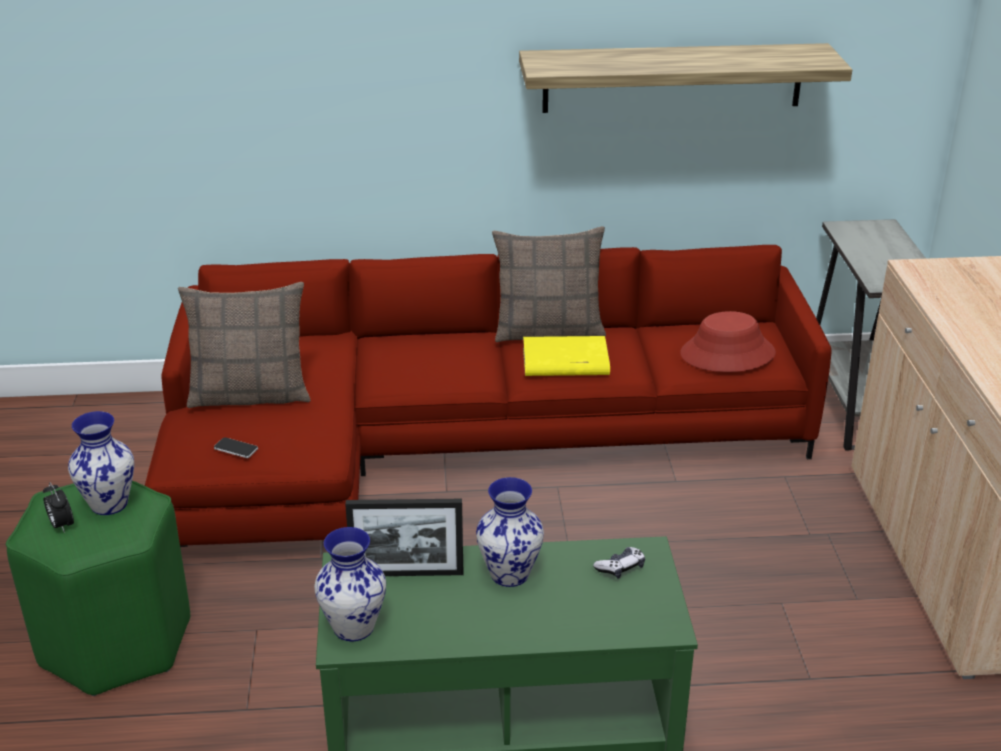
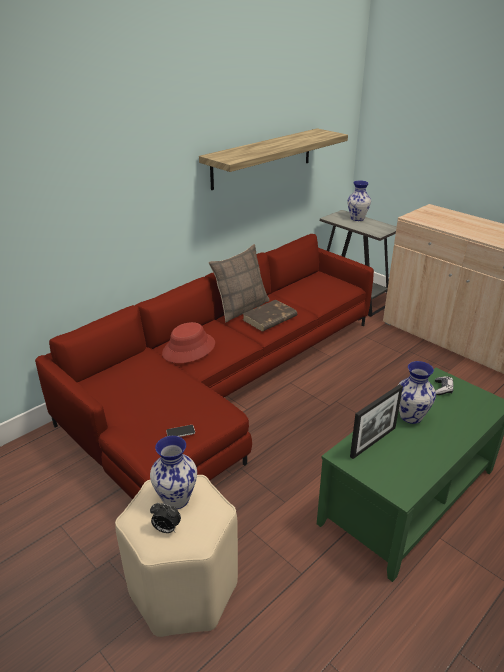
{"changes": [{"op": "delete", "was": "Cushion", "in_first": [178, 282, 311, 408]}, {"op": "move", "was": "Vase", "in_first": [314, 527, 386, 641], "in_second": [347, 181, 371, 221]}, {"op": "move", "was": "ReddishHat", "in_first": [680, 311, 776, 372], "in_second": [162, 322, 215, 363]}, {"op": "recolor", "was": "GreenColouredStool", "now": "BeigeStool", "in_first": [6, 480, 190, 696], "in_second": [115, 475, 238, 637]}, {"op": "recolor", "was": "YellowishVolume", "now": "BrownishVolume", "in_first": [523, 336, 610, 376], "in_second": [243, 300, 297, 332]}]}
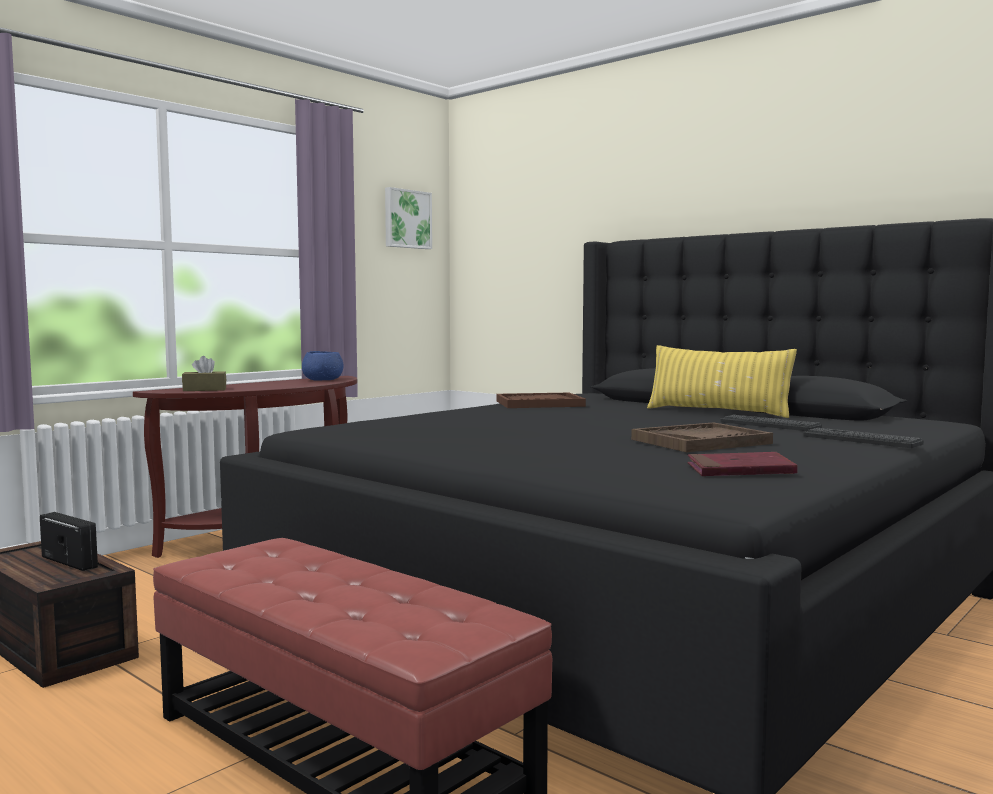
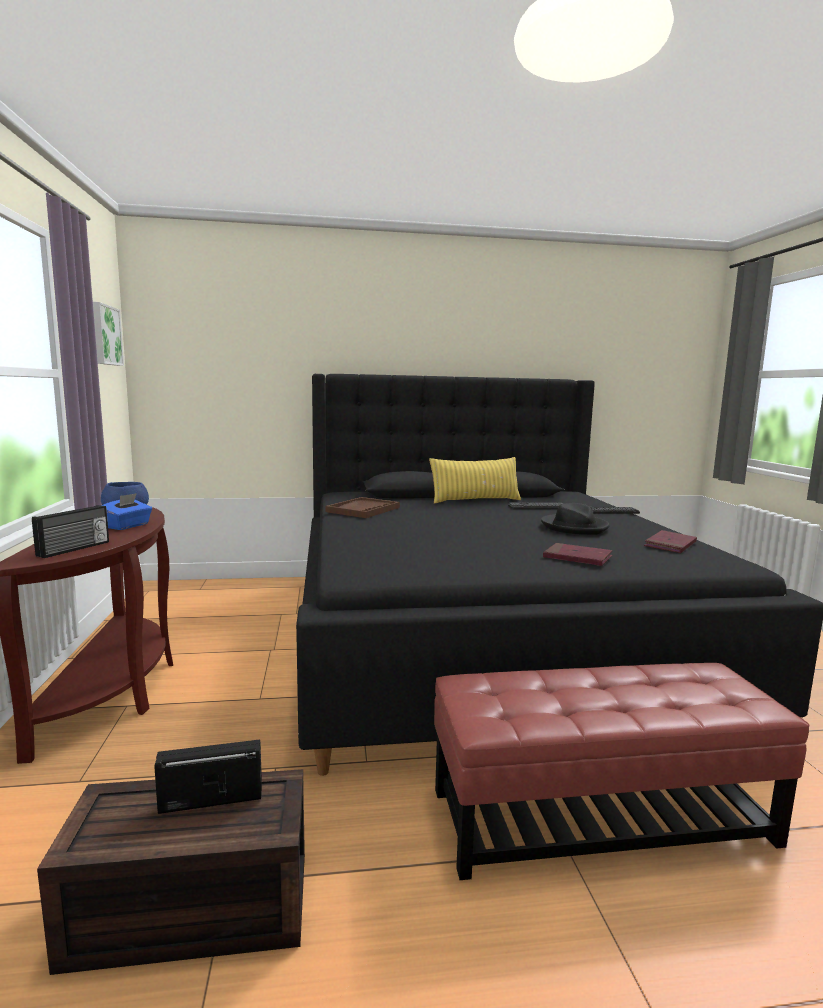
{"changes": [{"op": "insert", "now": "BlueColouredTissueBox", "in_second": [102, 493, 152, 530]}, {"op": "insert", "now": "ReddishVolume", "in_second": [543, 543, 613, 566]}, {"op": "replace", "was": "BrownishTissueBox", "now": "Radio", "in_first": [182, 356, 226, 391], "in_second": [32, 505, 109, 558]}, {"op": "replace", "was": "BrownishServingTray", "now": "BlackishHat", "in_first": [631, 422, 773, 452], "in_second": [541, 503, 610, 535]}]}
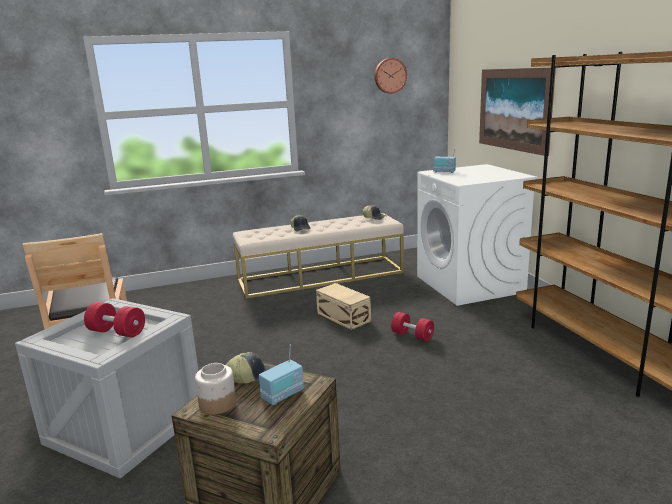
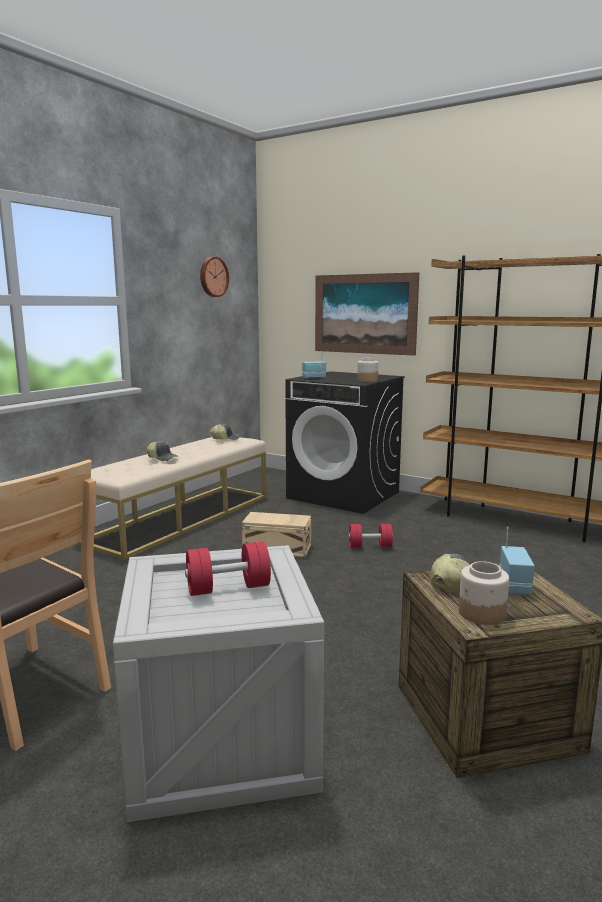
{"changes": [{"op": "insert", "now": "PreserveJar", "in_second": [357, 358, 378, 382]}, {"op": "recolor", "was": "WhiteColouredLaundryAppliance", "now": "BlackishLaundryAppliance", "in_first": [417, 164, 537, 306], "in_second": [285, 371, 405, 514]}]}
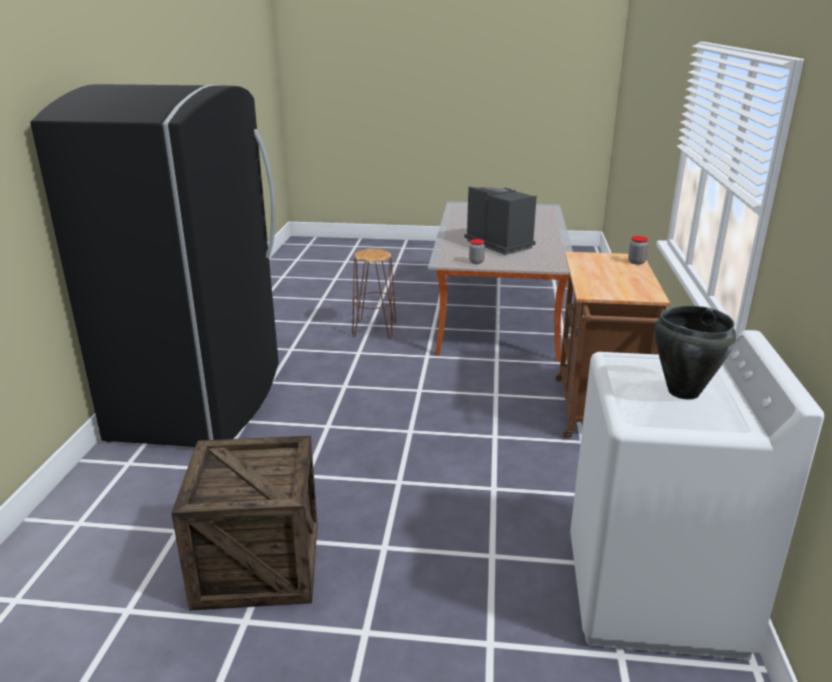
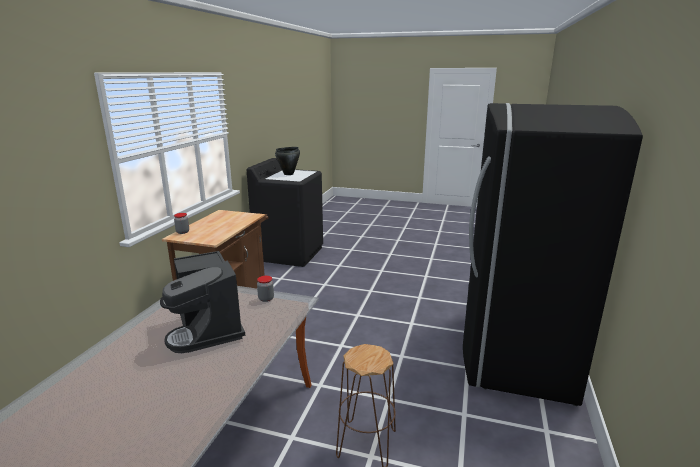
{"changes": [{"op": "delete", "was": "ShippingCrate", "in_first": [171, 436, 318, 611]}, {"op": "recolor", "was": "WhiteColouredLaundryAppliance", "now": "BlackishLaundryAppliance", "in_first": [570, 330, 824, 660], "in_second": [247, 158, 323, 267]}]}
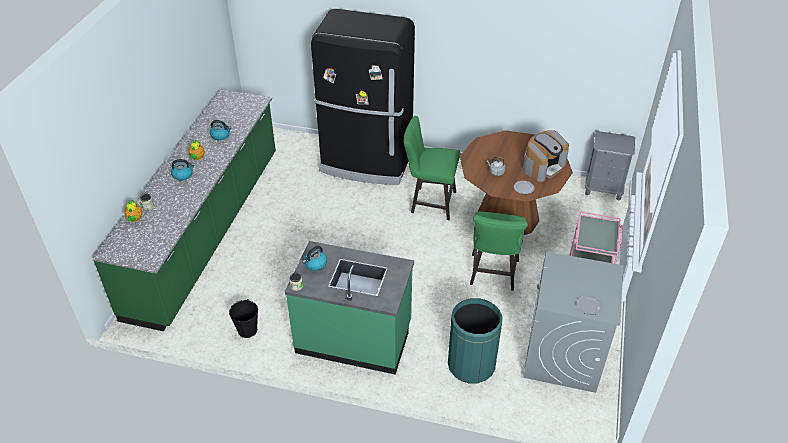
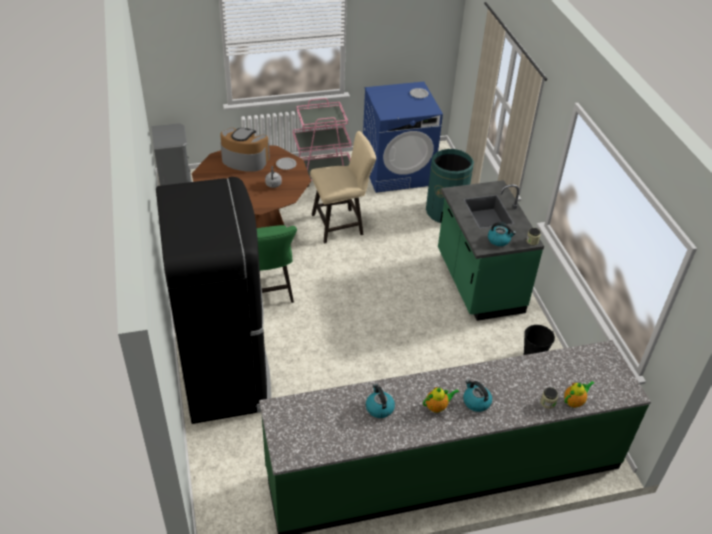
{"changes": [{"op": "recolor", "was": "GreenColouredStool", "now": "BeigeStool", "in_first": [470, 212, 528, 291], "in_second": [310, 131, 376, 244]}, {"op": "recolor", "was": "GrayLaundryAppliance", "now": "BlueColouredLaundryAppliance", "in_first": [523, 252, 623, 393], "in_second": [363, 82, 443, 193]}]}
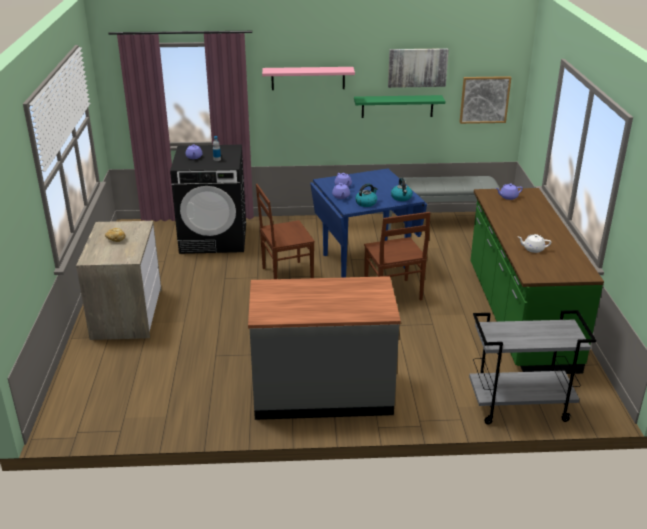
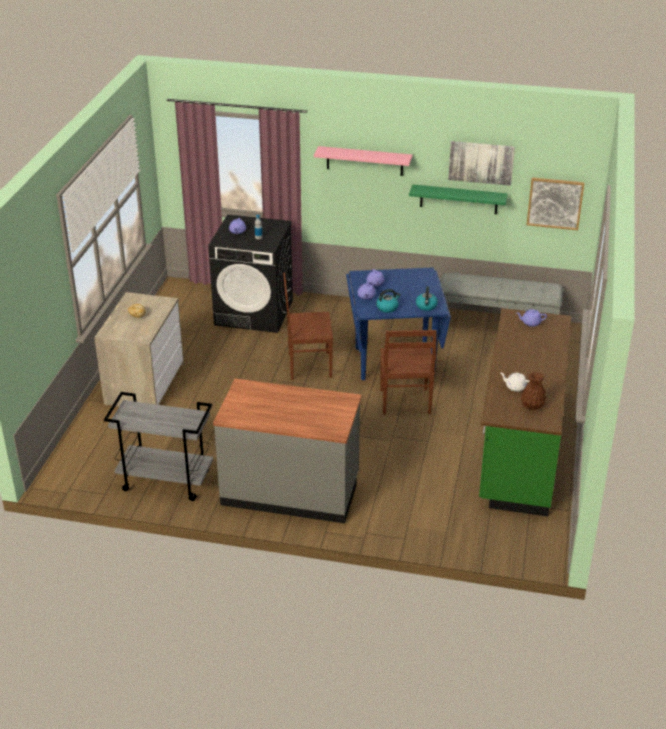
{"changes": [{"op": "insert", "now": "BrownishVase", "in_second": [521, 372, 546, 410]}, {"op": "move", "was": "GrayCart", "in_first": [469, 310, 596, 425], "in_second": [104, 392, 213, 501]}]}
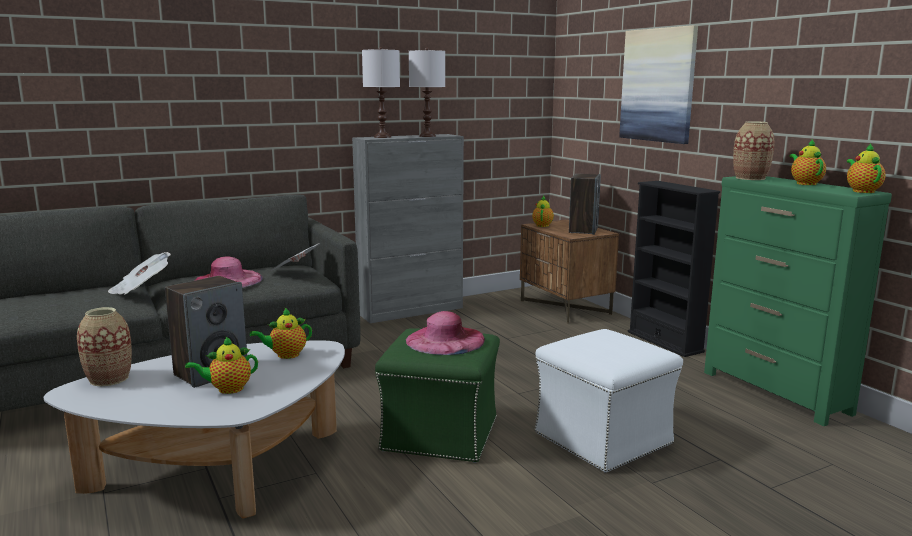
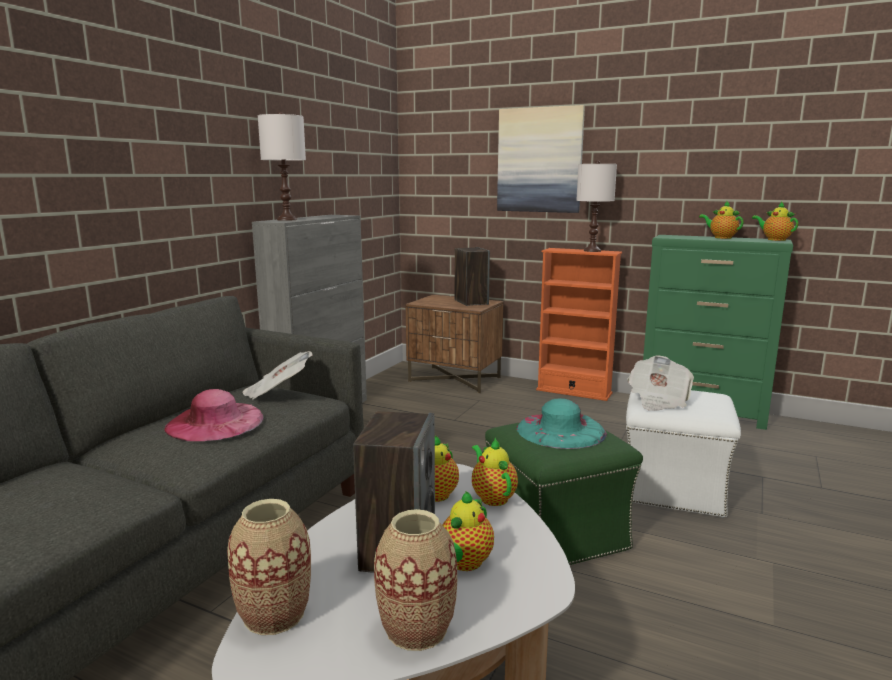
{"changes": [{"op": "move", "was": "Newspaper", "in_first": [108, 252, 171, 295], "in_second": [627, 355, 694, 411]}, {"op": "move", "was": "WhiteColouredTableLamp", "in_first": [409, 48, 445, 137], "in_second": [576, 160, 617, 252]}, {"op": "move", "was": "PotForTea", "in_first": [532, 196, 554, 227], "in_second": [472, 438, 518, 506]}, {"op": "move", "was": "Vase", "in_first": [733, 121, 775, 180], "in_second": [374, 509, 457, 651]}, {"op": "recolor", "was": "PinkColouredHat", "now": "TurquoiseColouredHat", "in_first": [406, 311, 485, 355], "in_second": [517, 398, 607, 449]}, {"op": "recolor", "was": "BlackishShelvingUnit", "now": "OrangeColouredShelvingUnit", "in_first": [628, 181, 720, 357], "in_second": [536, 248, 622, 401]}]}
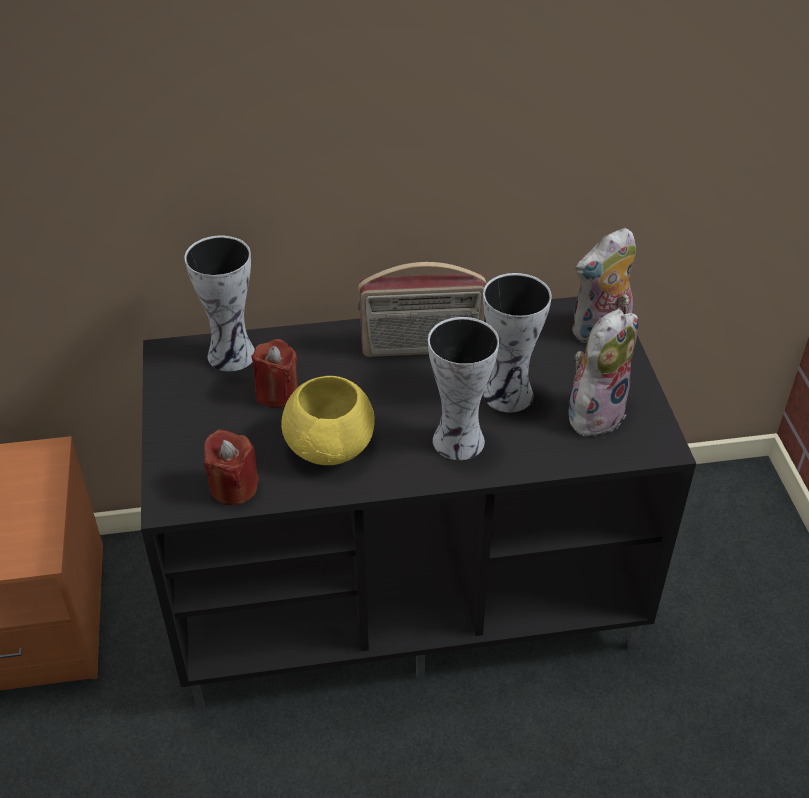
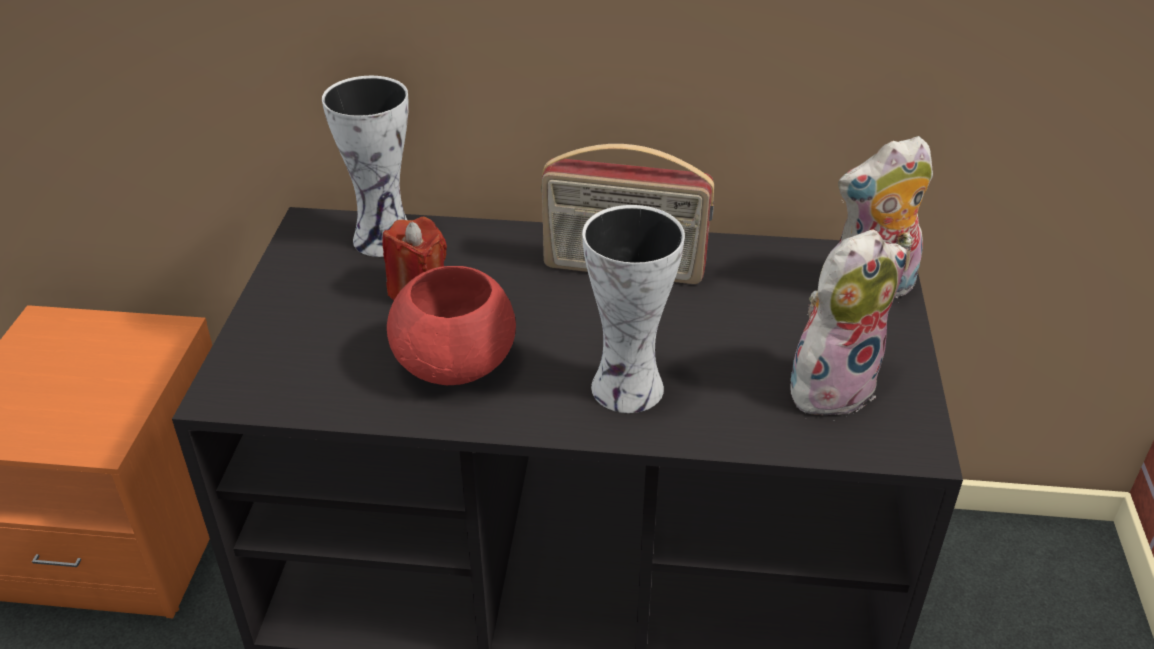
{"changes": [{"op": "delete", "was": "ReddishCandle", "in_first": [204, 429, 259, 505]}, {"op": "delete", "was": "Vase", "in_first": [483, 273, 552, 412]}, {"op": "recolor", "was": "YellowishBowl", "now": "ReddishBowl", "in_first": [281, 376, 375, 465], "in_second": [387, 266, 516, 385]}]}
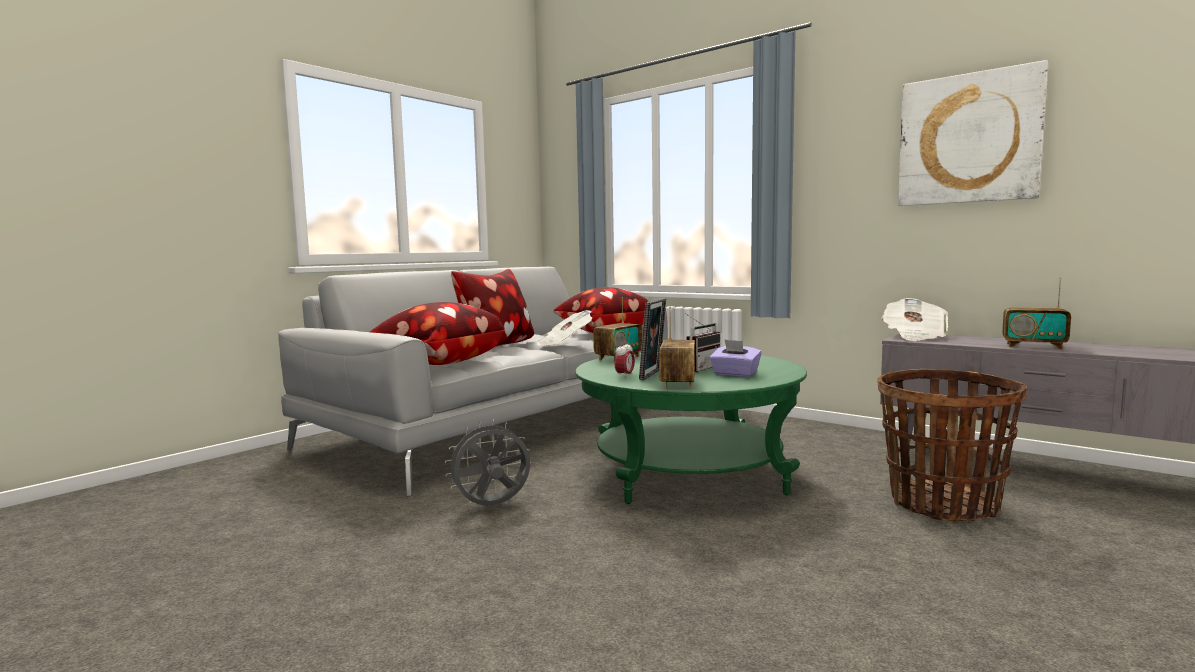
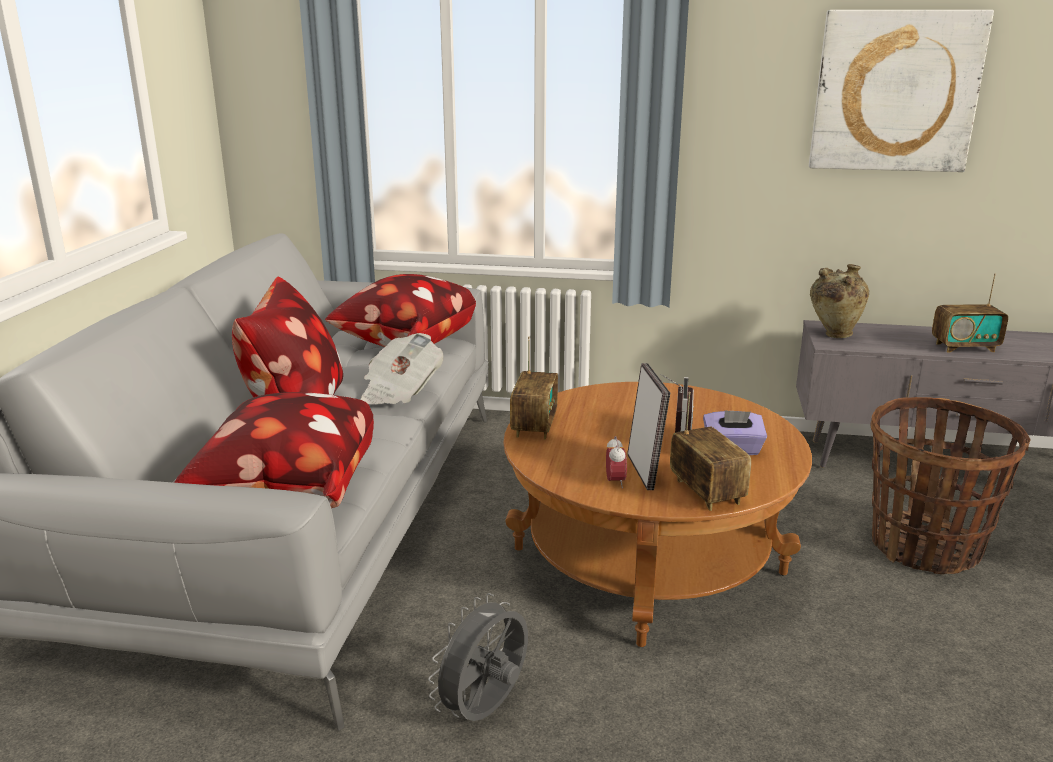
{"changes": [{"op": "replace", "was": "Newspaper", "now": "BeigeVase", "in_first": [882, 298, 948, 341], "in_second": [810, 264, 869, 338]}, {"op": "recolor", "was": "GreenColouredCoffeeTable", "now": "BrownishCoffeeTable", "in_first": [575, 352, 807, 504], "in_second": [504, 382, 812, 647]}]}
